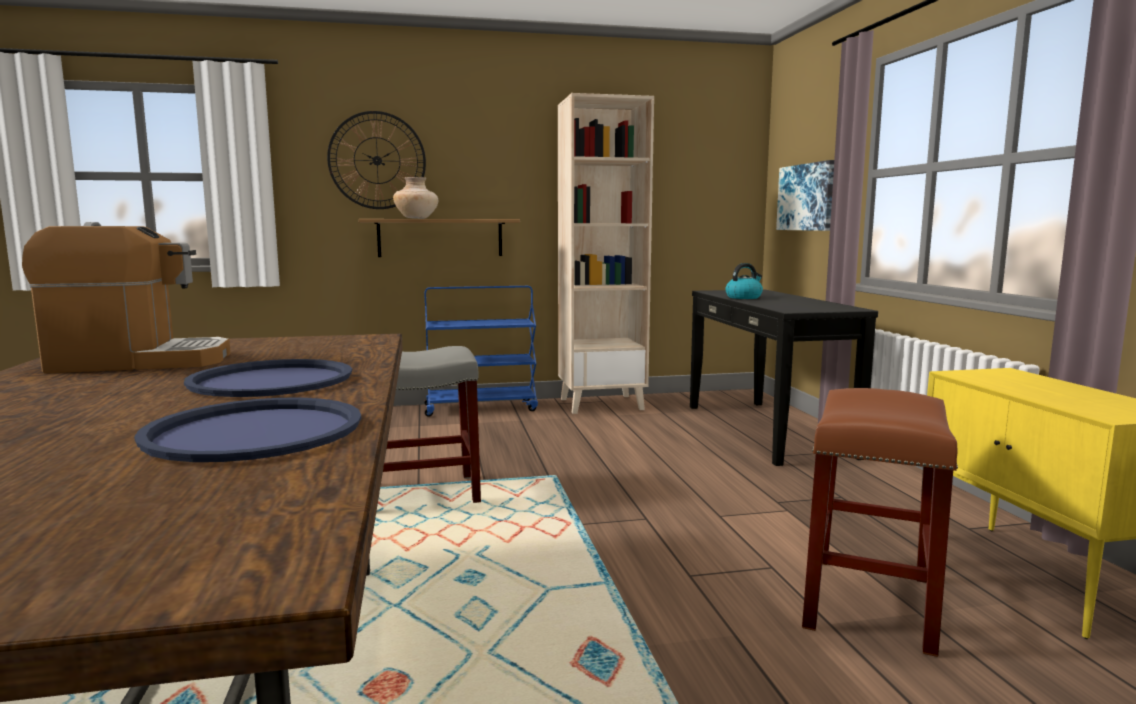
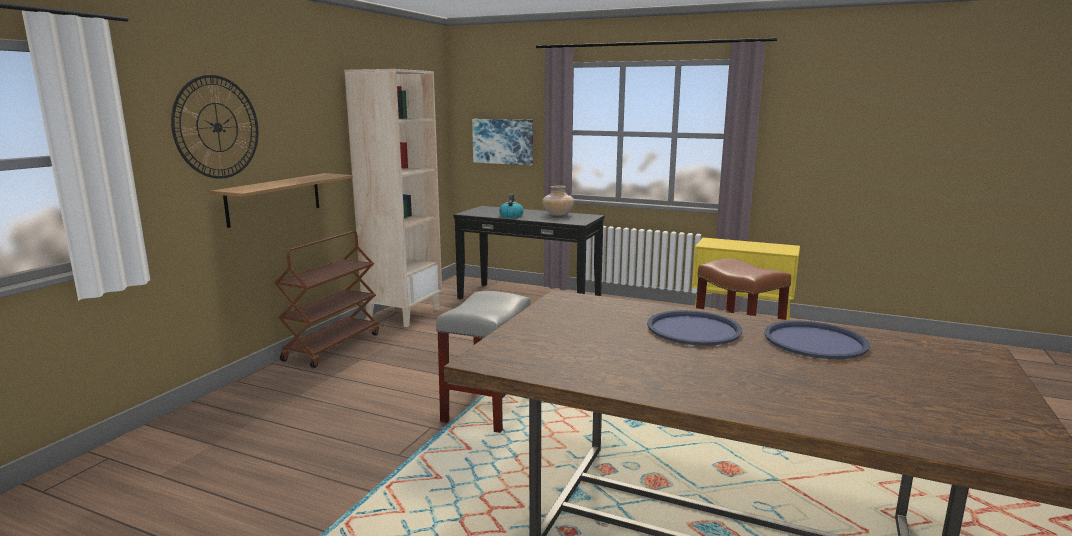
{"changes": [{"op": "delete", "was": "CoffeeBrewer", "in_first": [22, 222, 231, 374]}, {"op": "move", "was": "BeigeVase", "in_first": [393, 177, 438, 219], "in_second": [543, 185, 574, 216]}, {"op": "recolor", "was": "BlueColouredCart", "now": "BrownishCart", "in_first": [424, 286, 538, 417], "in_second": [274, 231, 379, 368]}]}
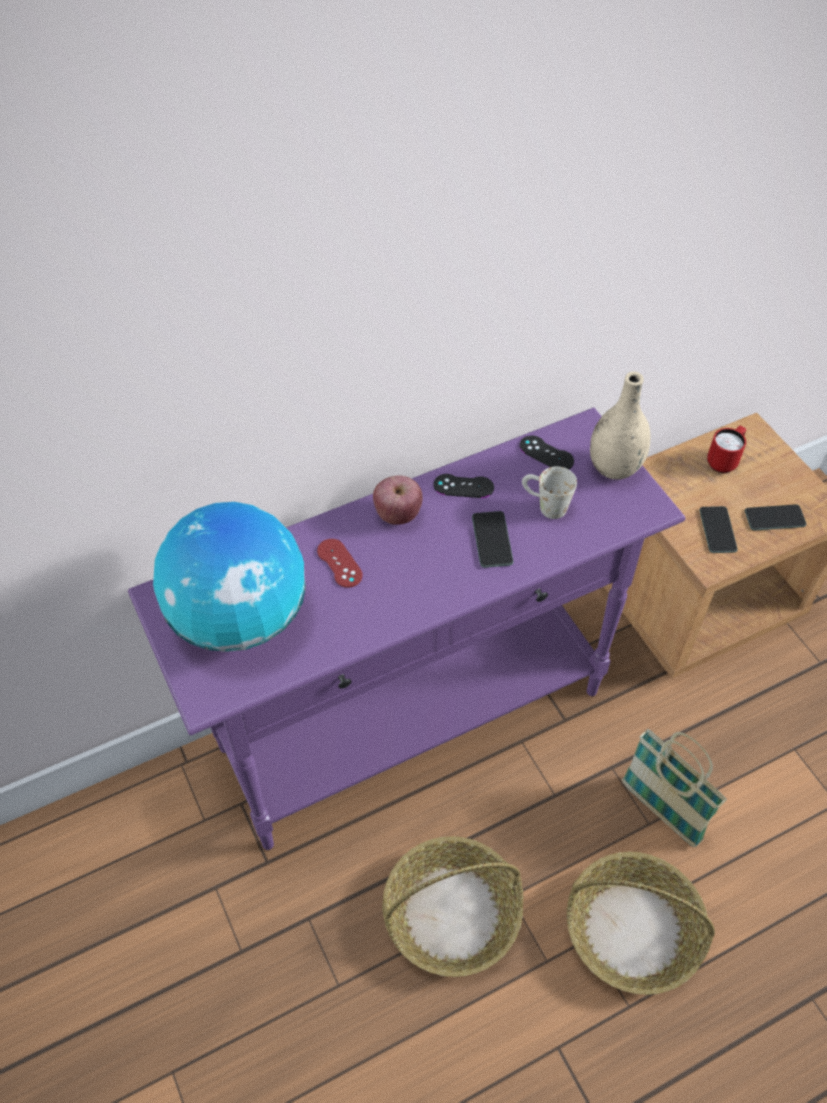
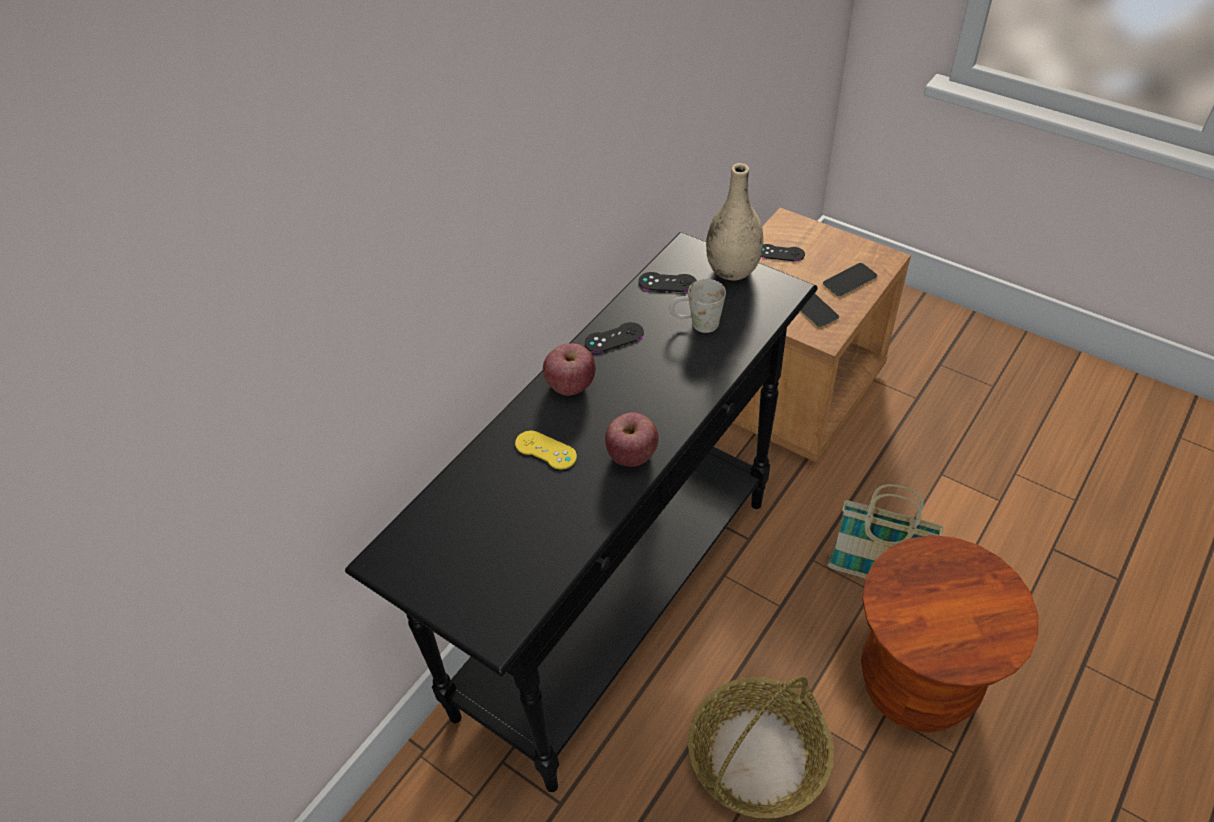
{"changes": [{"op": "delete", "was": "DeskGlobe", "in_first": [153, 502, 306, 652]}, {"op": "delete", "was": "Handset", "in_first": [472, 511, 514, 568]}, {"op": "insert", "now": "AppleFruit", "in_second": [605, 412, 659, 467]}, {"op": "replace", "was": "Basket", "now": "BrownishStool", "in_first": [567, 852, 715, 995], "in_second": [861, 535, 1038, 733]}, {"op": "replace", "was": "ReddishTeaMug", "now": "BlackishGamepad", "in_first": [707, 426, 746, 473], "in_second": [761, 244, 805, 261]}, {"op": "recolor", "was": "PurplishHallTable", "now": "BlackishHallTable", "in_first": [128, 408, 686, 850], "in_second": [345, 232, 818, 792]}, {"op": "recolor", "was": "ReddishGamepad", "now": "YellowishGamepad", "in_first": [317, 539, 363, 588], "in_second": [515, 431, 577, 469]}]}
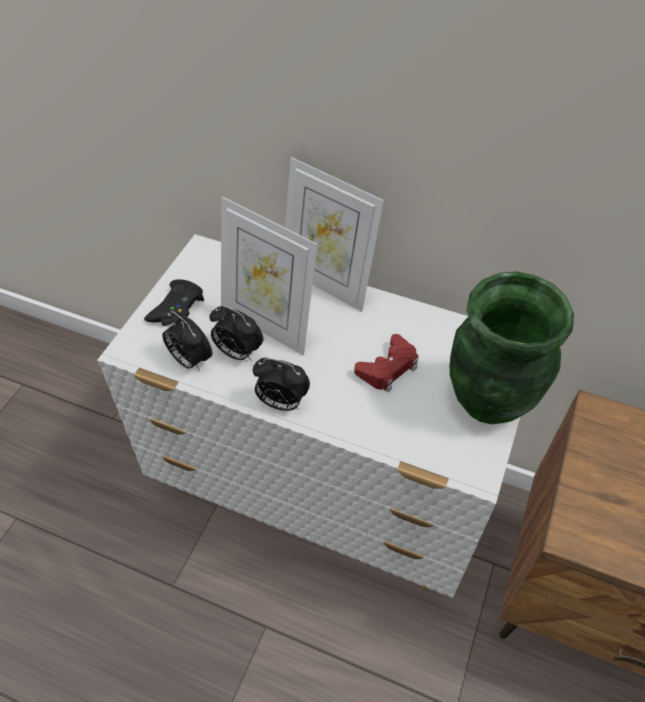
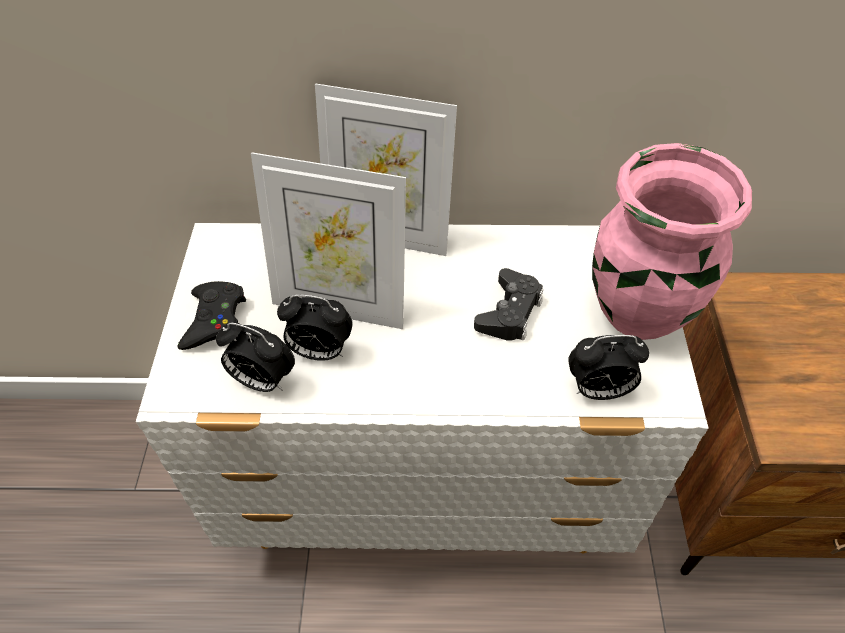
{"changes": [{"op": "move", "was": "TableClock", "in_first": [253, 358, 310, 411], "in_second": [568, 335, 649, 400]}, {"op": "recolor", "was": "ReddishGamepad", "now": "BlackishGamepad", "in_first": [354, 334, 418, 392], "in_second": [474, 268, 543, 341]}, {"op": "recolor", "was": "GreenColouredVase", "now": "PinkColouredVase", "in_first": [449, 271, 574, 424], "in_second": [592, 143, 752, 340]}]}
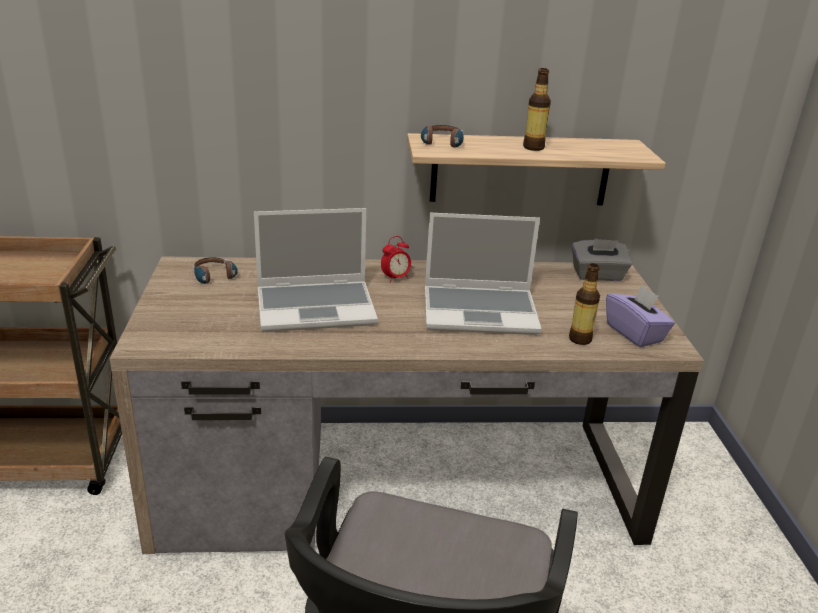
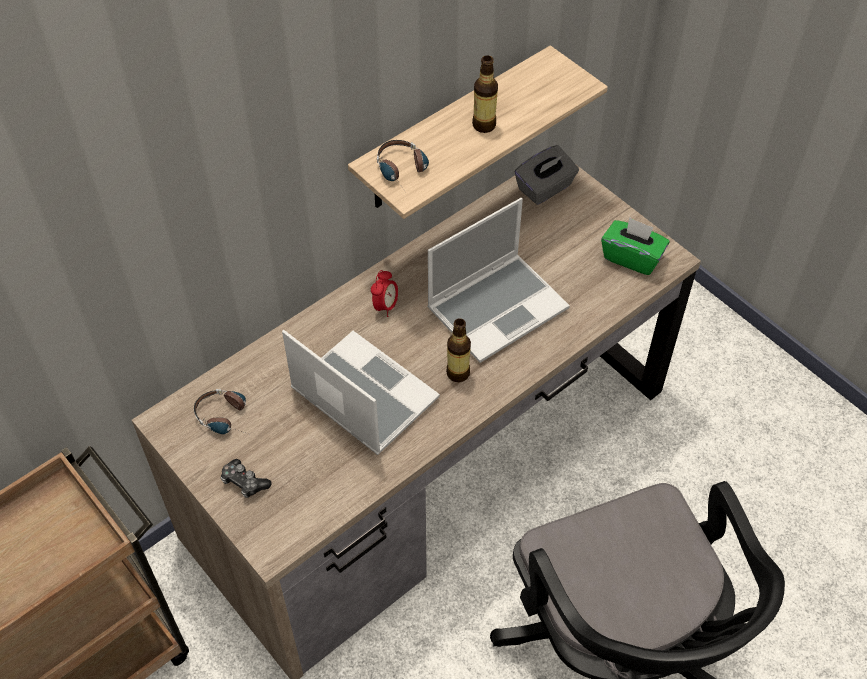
{"changes": [{"op": "insert", "now": "Gamepad", "in_second": [221, 459, 272, 498]}, {"op": "move", "was": "BeverageBottle", "in_first": [569, 263, 600, 345], "in_second": [446, 319, 471, 382]}, {"op": "recolor", "was": "PurplishTissueBox", "now": "GreenColouredTissueBox", "in_first": [606, 284, 675, 347], "in_second": [601, 217, 669, 275]}, {"op": "rotate", "was": "Laptop", "in_first": [254, 208, 378, 332], "in_second": [282, 330, 440, 455], "clockwise": -90}]}
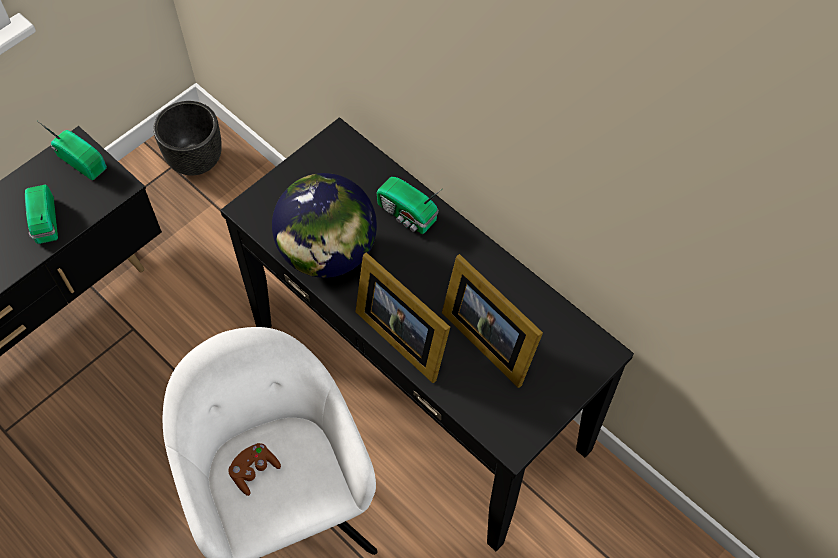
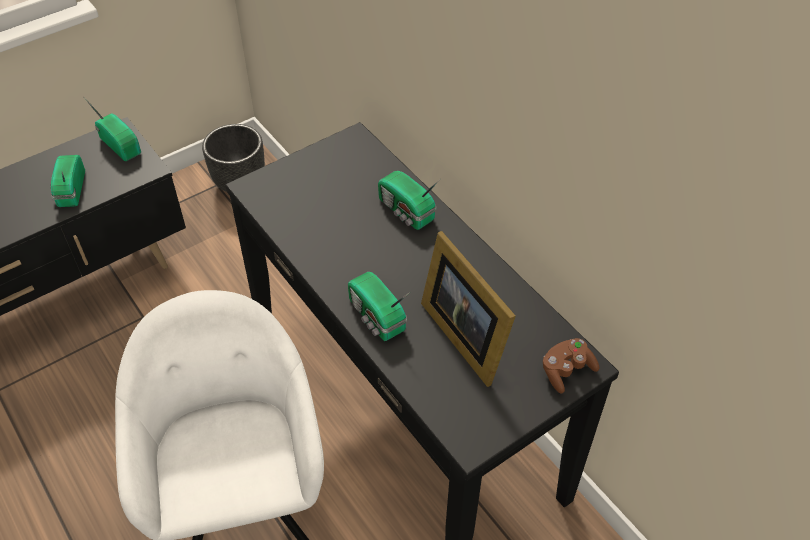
{"changes": [{"op": "delete", "was": "DeskGlobe", "in_first": [272, 173, 377, 278]}, {"op": "move", "was": "BrownishGamepad", "in_first": [228, 443, 281, 496], "in_second": [543, 338, 599, 393]}, {"op": "replace", "was": "PictureFrame", "now": "Radio", "in_first": [355, 252, 450, 383], "in_second": [348, 272, 410, 341]}]}
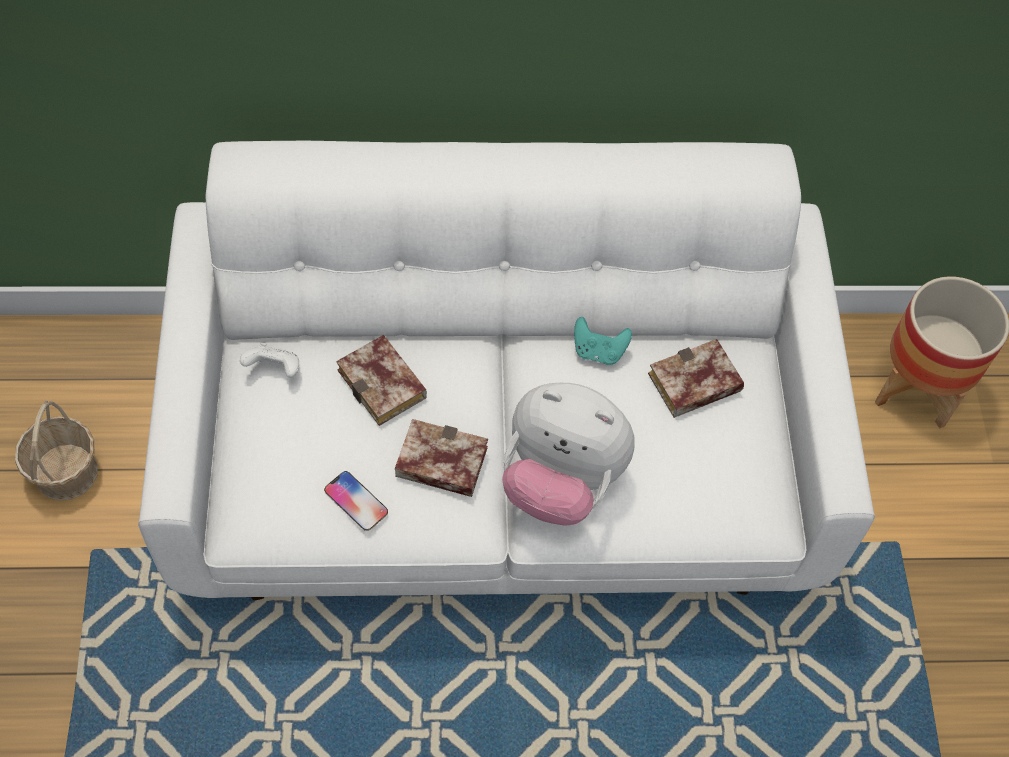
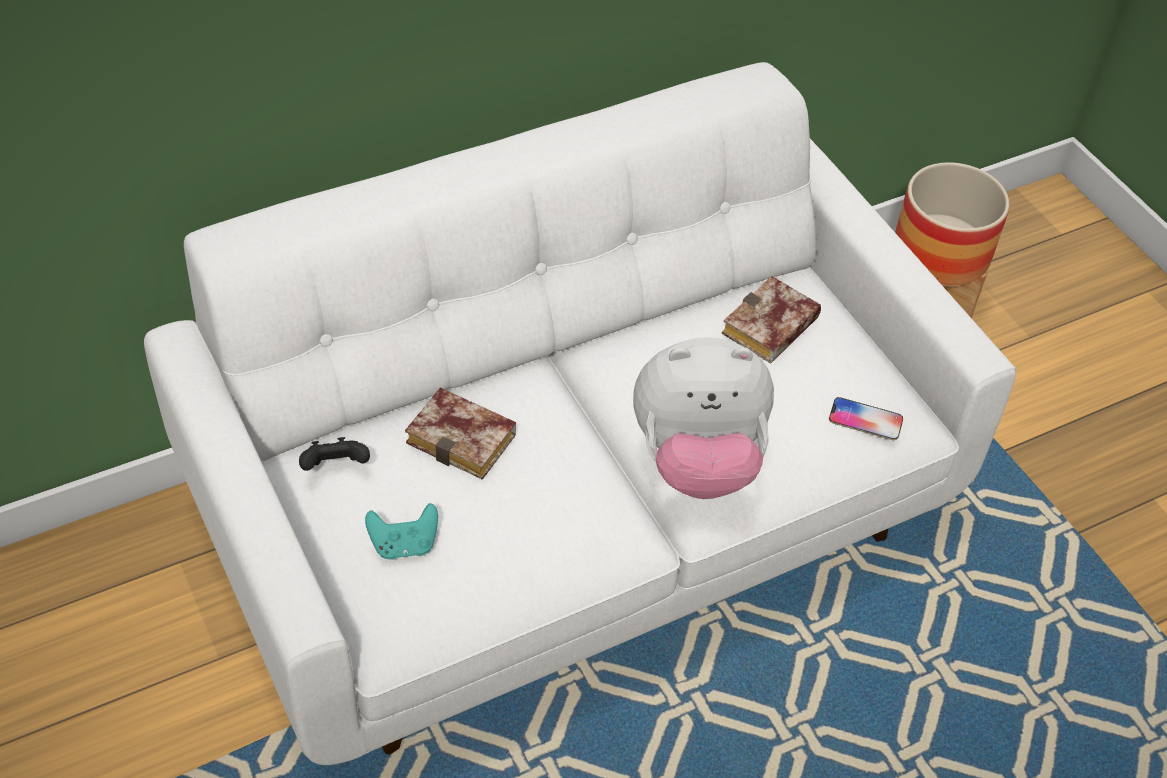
{"changes": [{"op": "delete", "was": "Basket", "in_first": [15, 400, 98, 501]}, {"op": "delete", "was": "Volume", "in_first": [395, 419, 488, 497]}, {"op": "move", "was": "Handset", "in_first": [324, 471, 388, 531], "in_second": [829, 397, 903, 440]}, {"op": "move", "was": "TurquoiseColouredGamepad", "in_first": [574, 317, 632, 365], "in_second": [365, 503, 438, 560]}, {"op": "recolor", "was": "WhiteColouredGamepad", "now": "BlackishGamepad", "in_first": [240, 343, 299, 378], "in_second": [299, 437, 370, 471]}]}
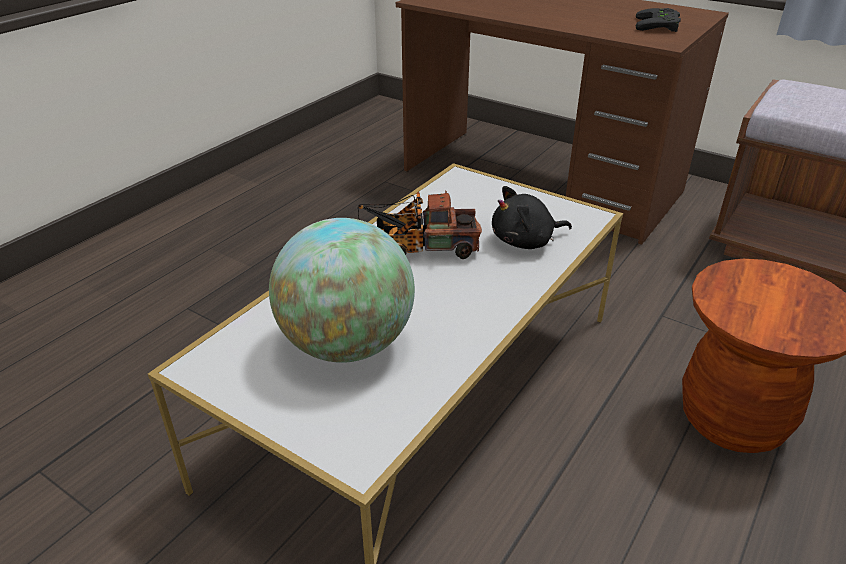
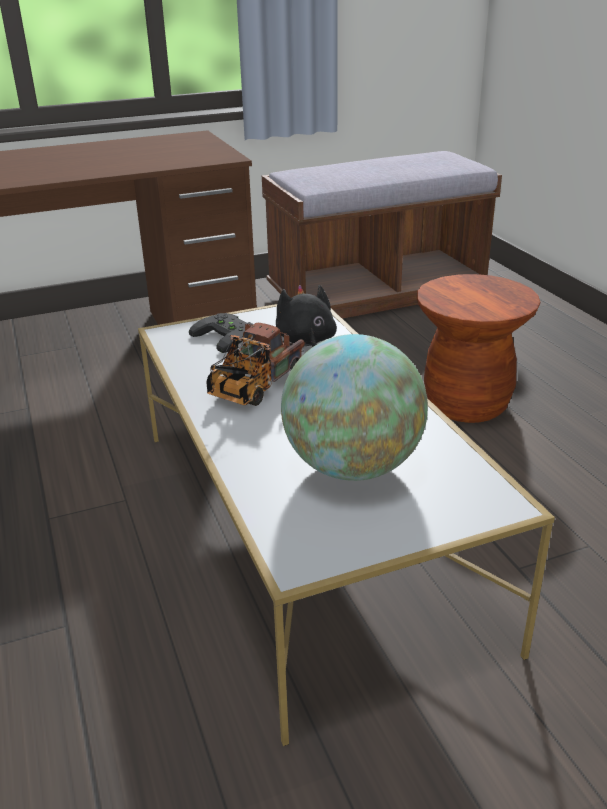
{"changes": [{"op": "move", "was": "BlackishGamepad", "in_first": [636, 8, 681, 32], "in_second": [189, 313, 253, 353]}, {"op": "rotate", "was": "BlackishCuddlyToy", "in_first": [492, 186, 572, 249], "in_second": [276, 285, 337, 352], "clockwise": 150}]}
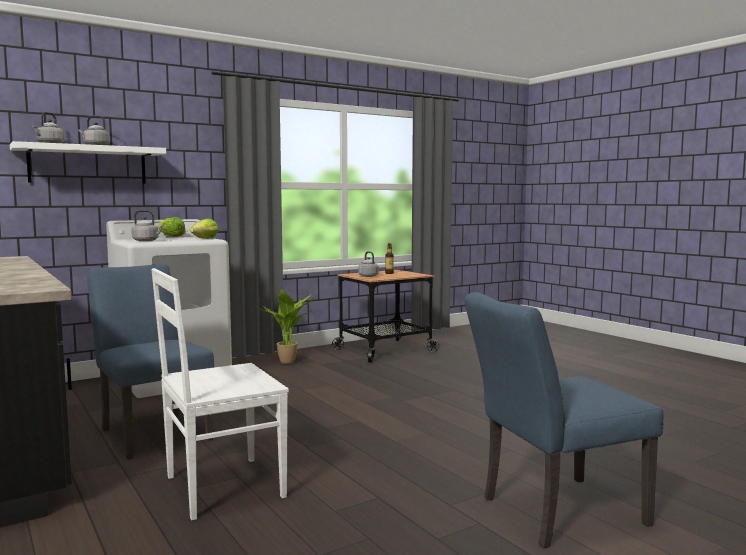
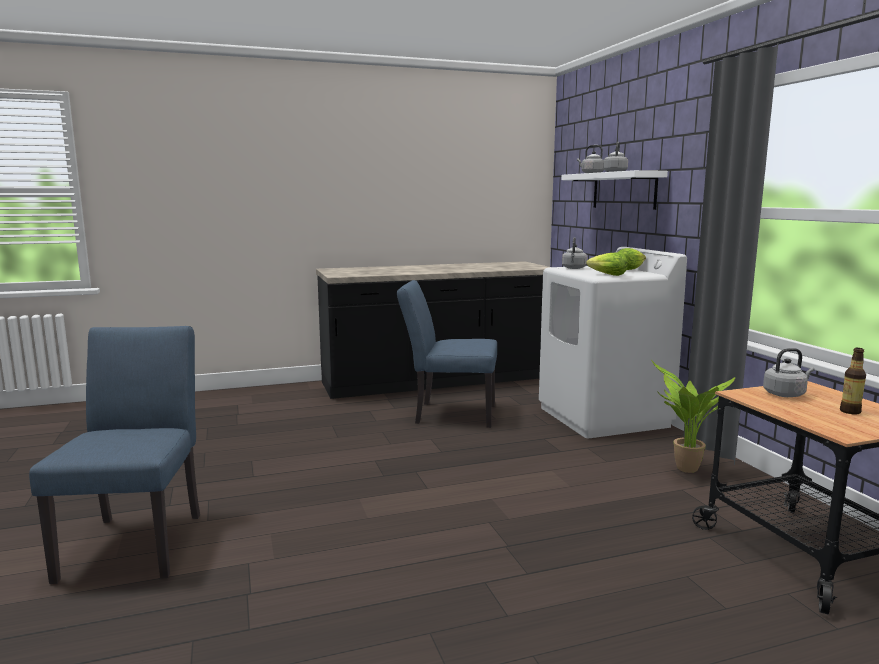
{"changes": [{"op": "delete", "was": "WhiteColouredPlainChair", "in_first": [151, 268, 289, 520]}, {"op": "rotate", "was": "BlueColouredPlainChair", "in_first": [87, 264, 214, 460], "in_second": [397, 280, 497, 428], "clockwise": -150}]}
